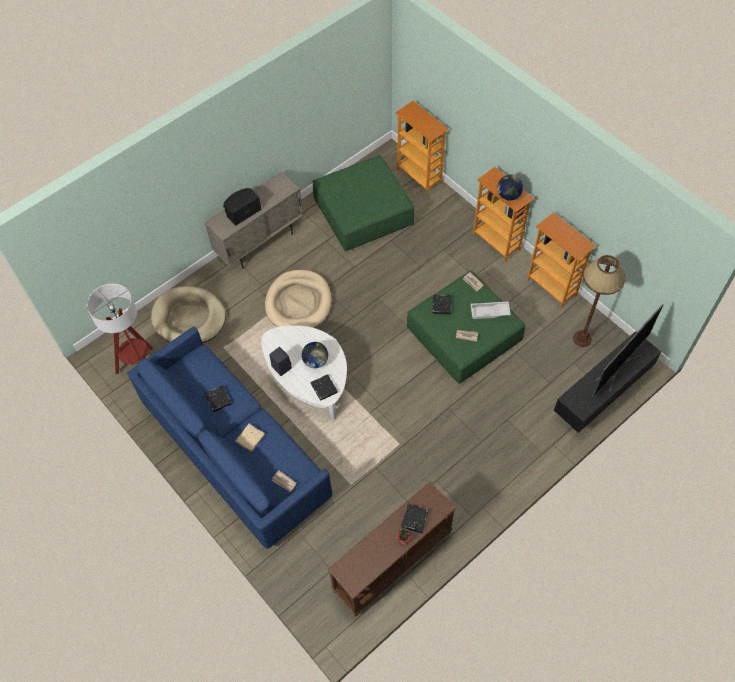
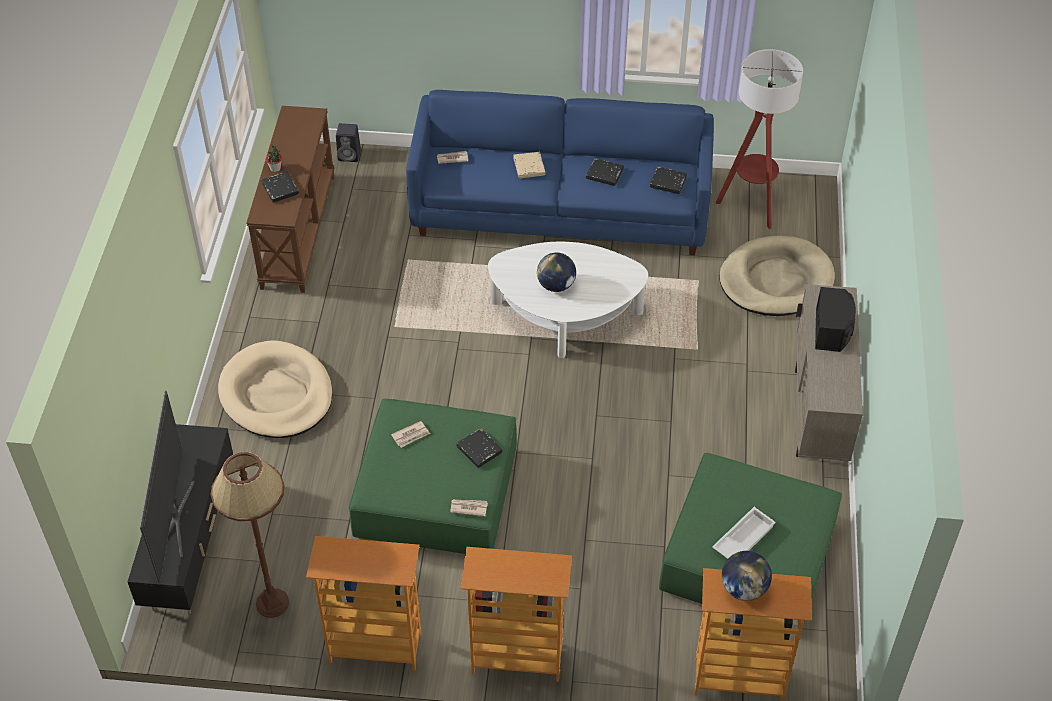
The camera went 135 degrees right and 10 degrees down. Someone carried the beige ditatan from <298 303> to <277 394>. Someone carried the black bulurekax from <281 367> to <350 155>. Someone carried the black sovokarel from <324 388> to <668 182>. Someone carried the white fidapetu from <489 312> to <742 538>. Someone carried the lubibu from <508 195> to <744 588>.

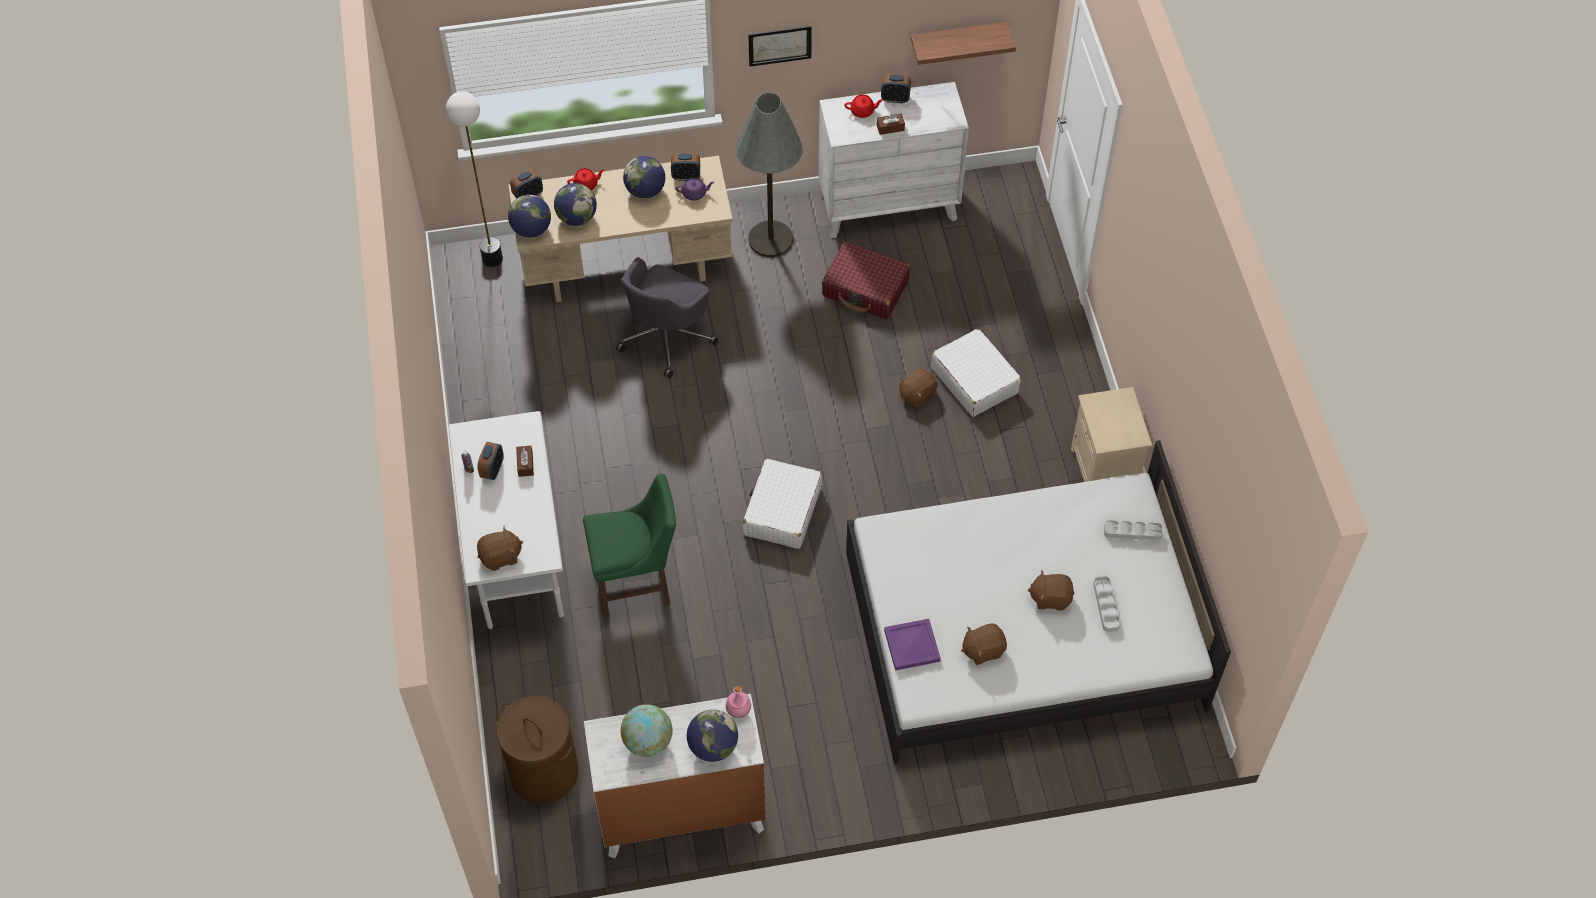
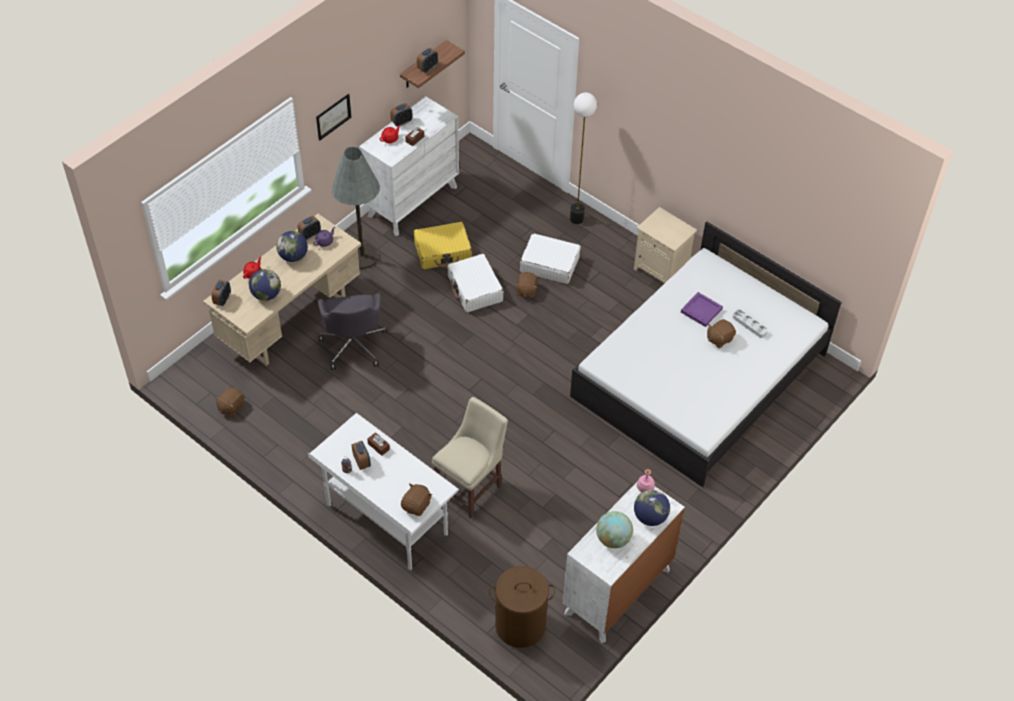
The camera went 40 degrees left and 5 degrees down. Someone took away the lubibu at <531 229>. Someone took away the grey fidapetu at <1132 532>. Someone put down the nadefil at <427 68>. Someone carried the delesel from <492 259> to <576 219>. Someone carried the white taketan from <782 511> to <475 289>. Someone carried the purple fidapetu from <912 645> to <701 310>. Someone carried the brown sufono from <983 650> to <231 407>. Someone repainted the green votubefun at <637 583>, which became the beige votubefun at <471 488>. Someone repainted the red taketan at <865 288>, which became the yellow taketan at <443 252>.

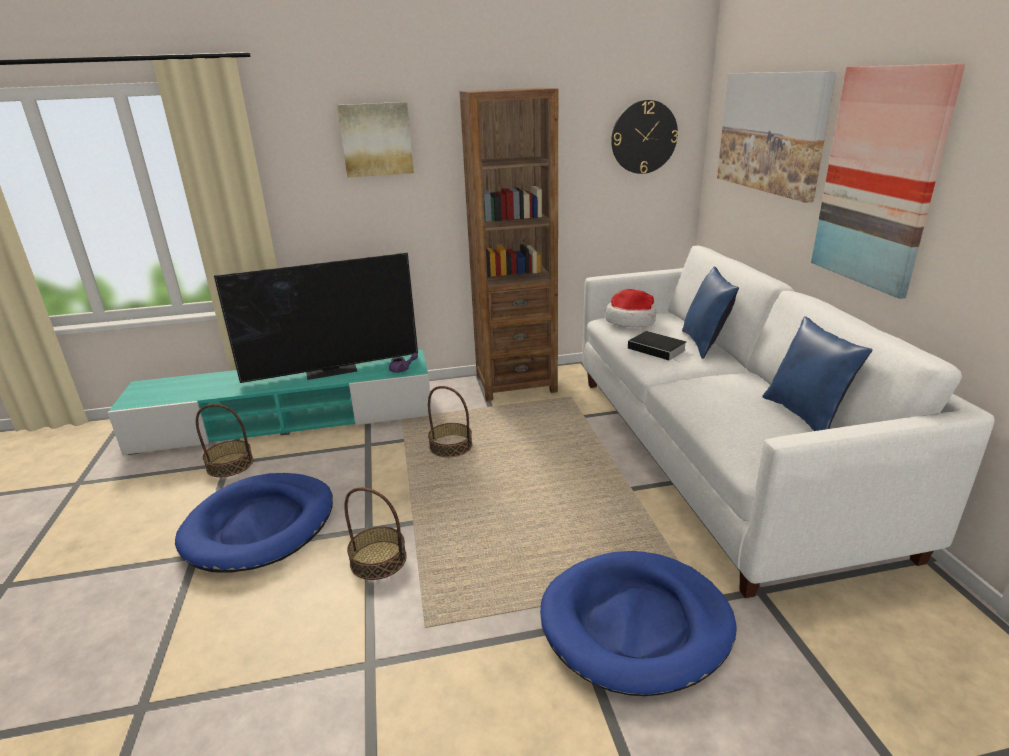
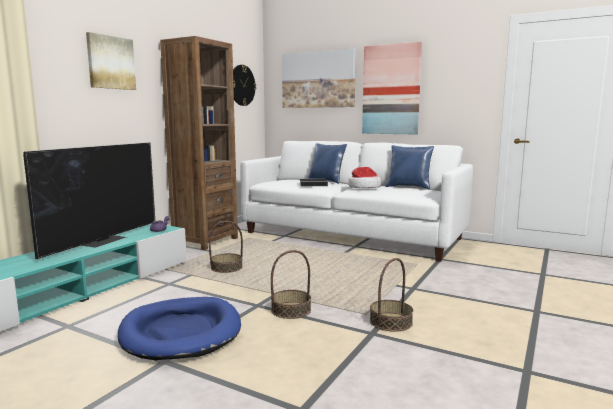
The camera went 50 degrees left and 15 degrees down. Someone took away the blue ditatan at <636 624>. Someone carried the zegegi from <230 464> to <390 321>. Someone carried the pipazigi from <631 321> to <363 187>.

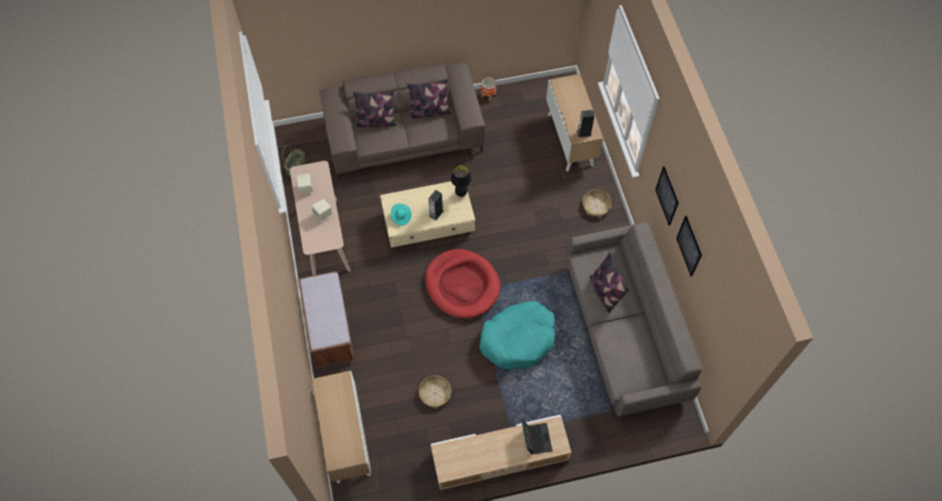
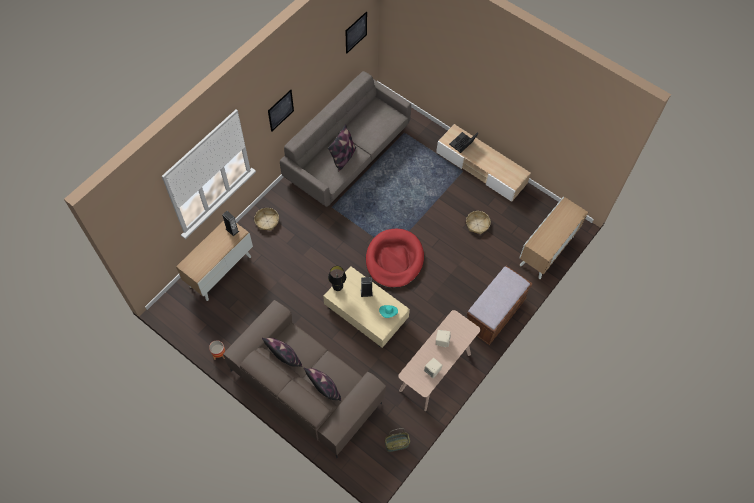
The camera went 130 degrees left and 0 degrees up. Someone took away the turquoise ditatan at <518 339>. Someone carried the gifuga from <689 246> to <356 32>.

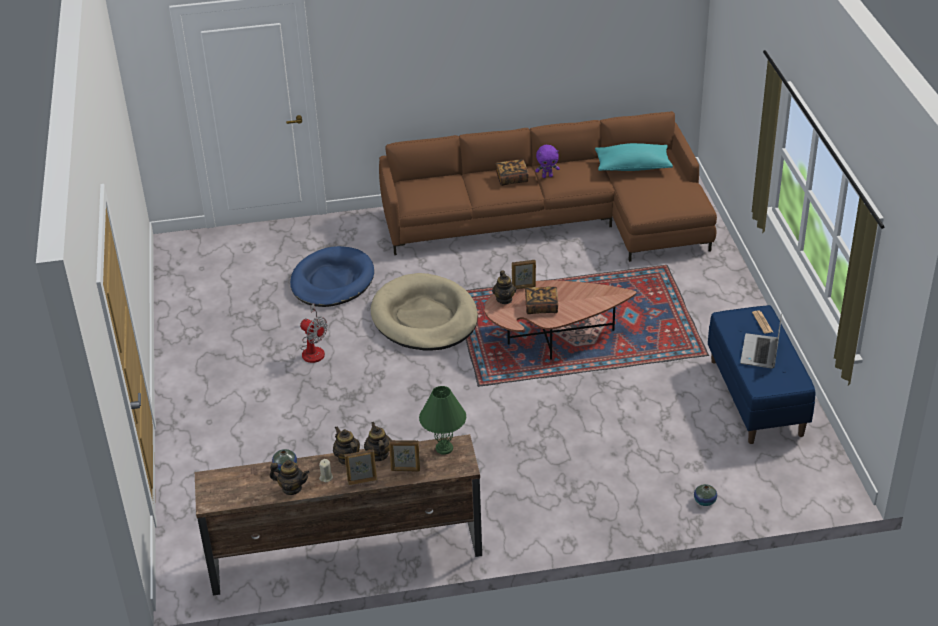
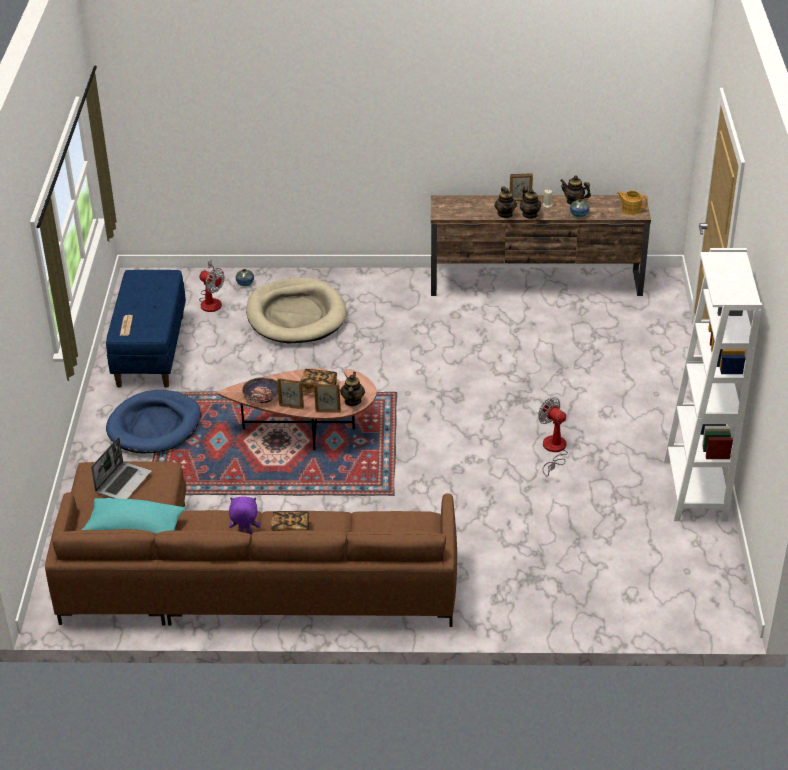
The camera went 170 degrees left and 0 degrees up. Someone took away the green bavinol at <444 448>. Someone put down the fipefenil at <211 301>. Someone put down the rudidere at <262 395>. Someone put down the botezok at <631 209>. Someone put down the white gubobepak at <694 490>. Someone carried the blue ditatan from <332 281> to <154 426>. Someone carried the beige ditatan from <425 317> to <296 315>. Someone carried the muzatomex from <405 470> to <291 406>. Someone carried the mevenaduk from <760 352> to <123 482>.

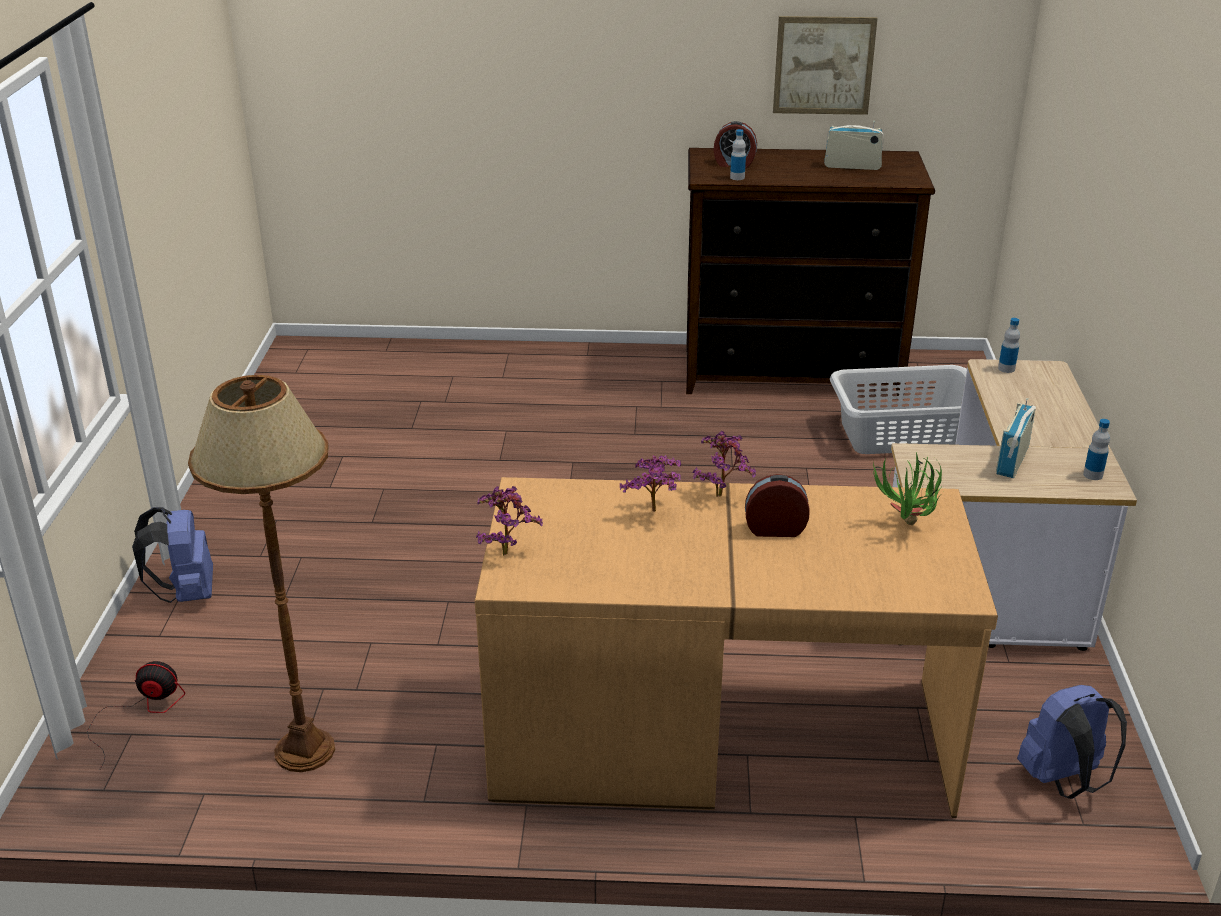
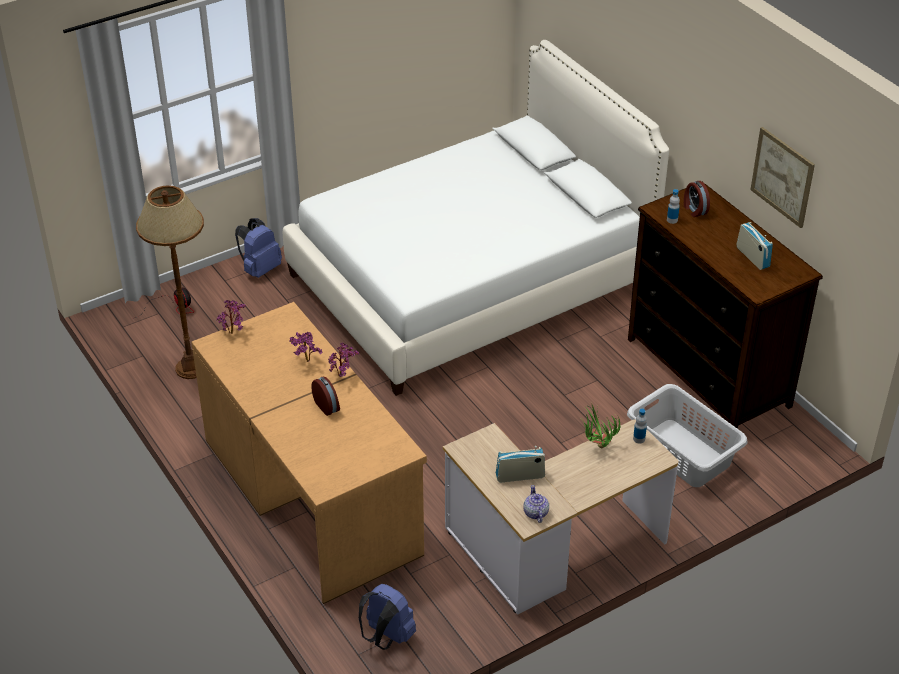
The camera went 55 degrees right and 10 degrees up. Someone put down the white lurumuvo at <470 280>. Someone carried the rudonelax from <906 528> to <597 447>. Someone swapped the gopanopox at <1093 475> for the botezok at <535 513>.

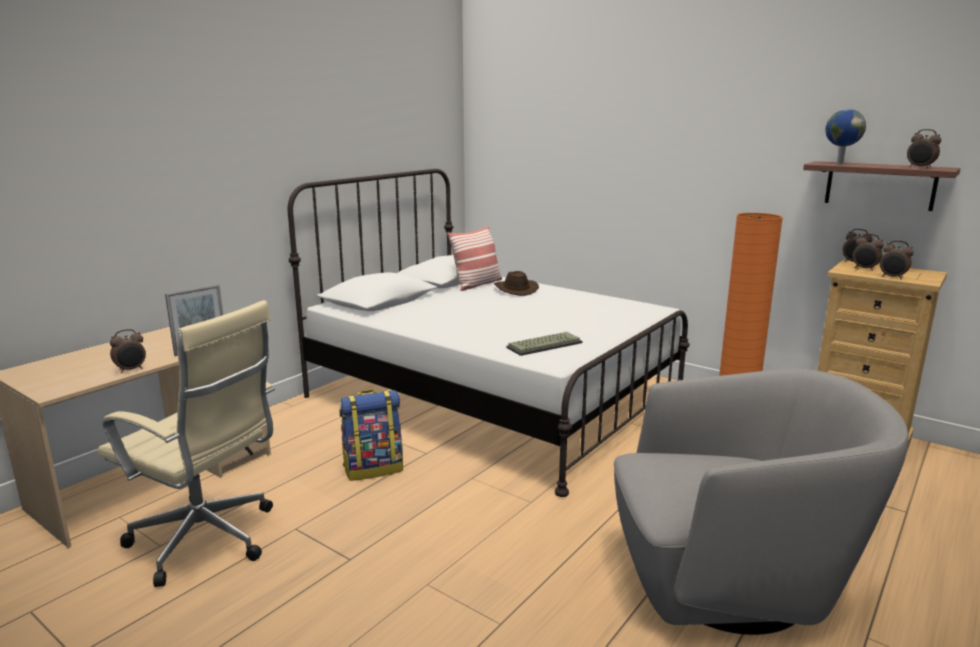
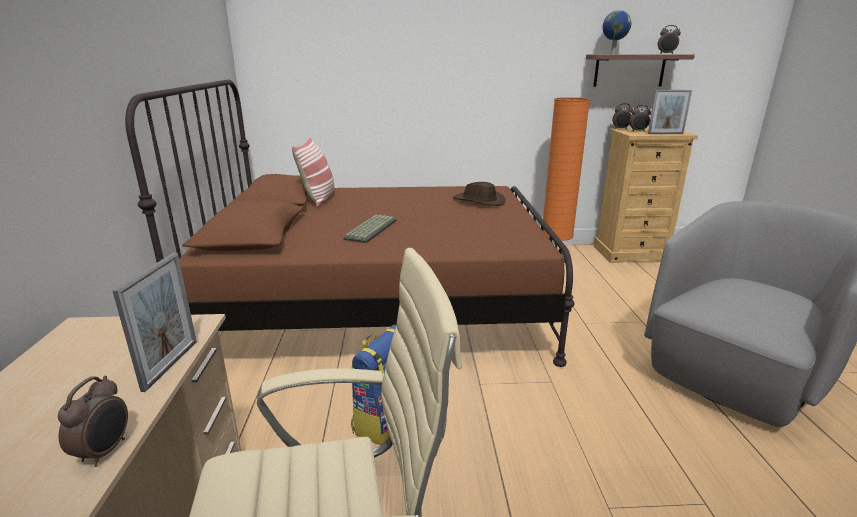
The camera went 40 degrees left and 5 degrees up. Someone carried the brown pipazigi from <515 289> to <479 201>. Someone carried the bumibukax from <544 344> to <370 229>. Someone swapped the nadefil at <892 277> for the muzatomex at <665 134>. Someone repainted the white lurumuvo at <492 397>, which became the brown lurumuvo at <381 303>.

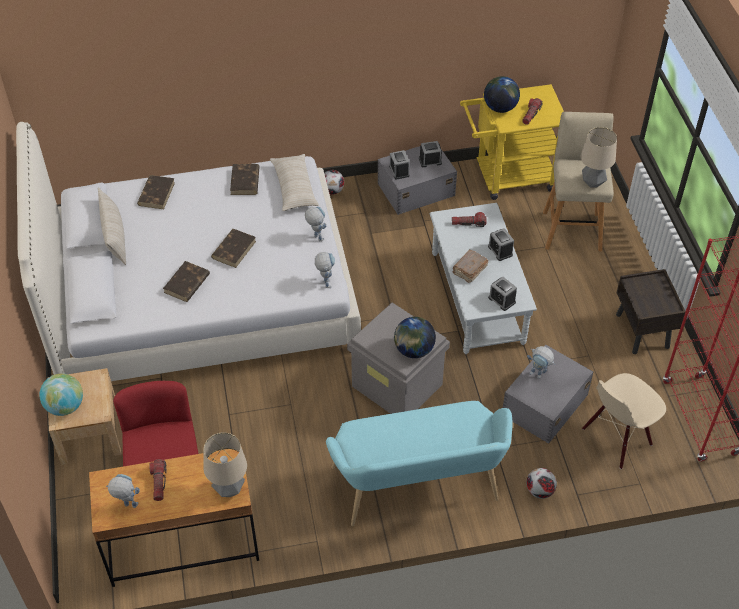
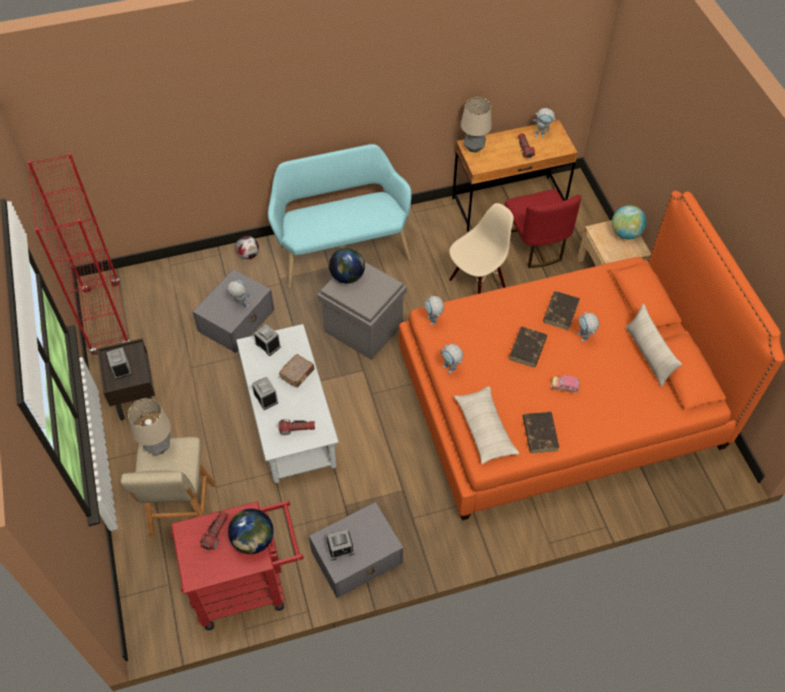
The camera went 175 degrees right and 5 degrees up. Someone took away the brown sovokarel at <156 193>. Someone took away the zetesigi at <332 190>. Someone put down the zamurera at <565 386>. Someone put down the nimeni at <584 339>. Someone carried the nadefil from <399 171> to <121 368>. Someone carried the beige votubefun from <617 438> to <477 283>. Someone repainted the white lurumuvo at <200 297>, which became the orange lurumuvo at <559 399>. Someone repainted the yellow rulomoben at <507 177>, which became the red rulomoben at <248 585>.

